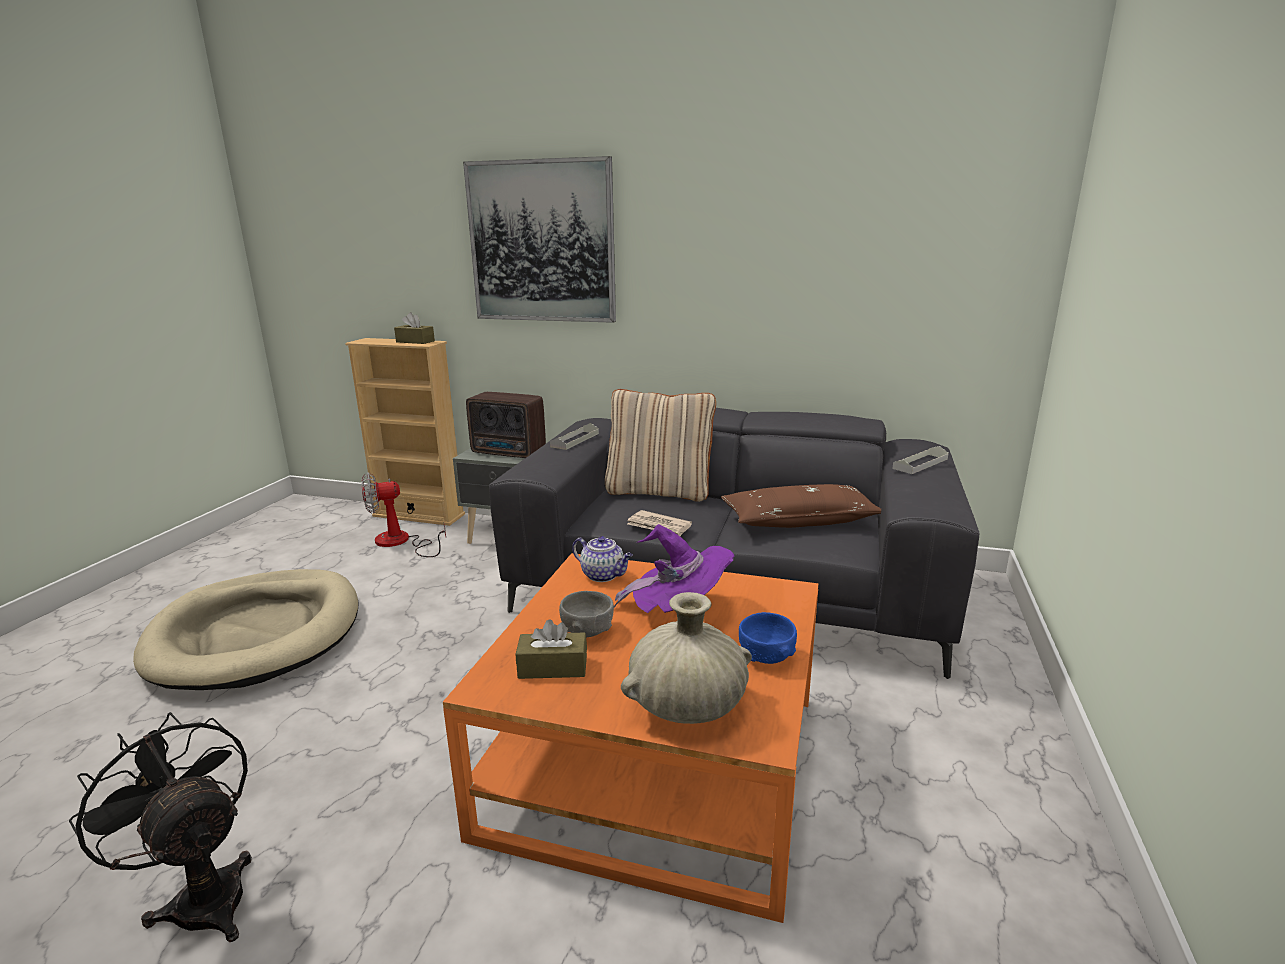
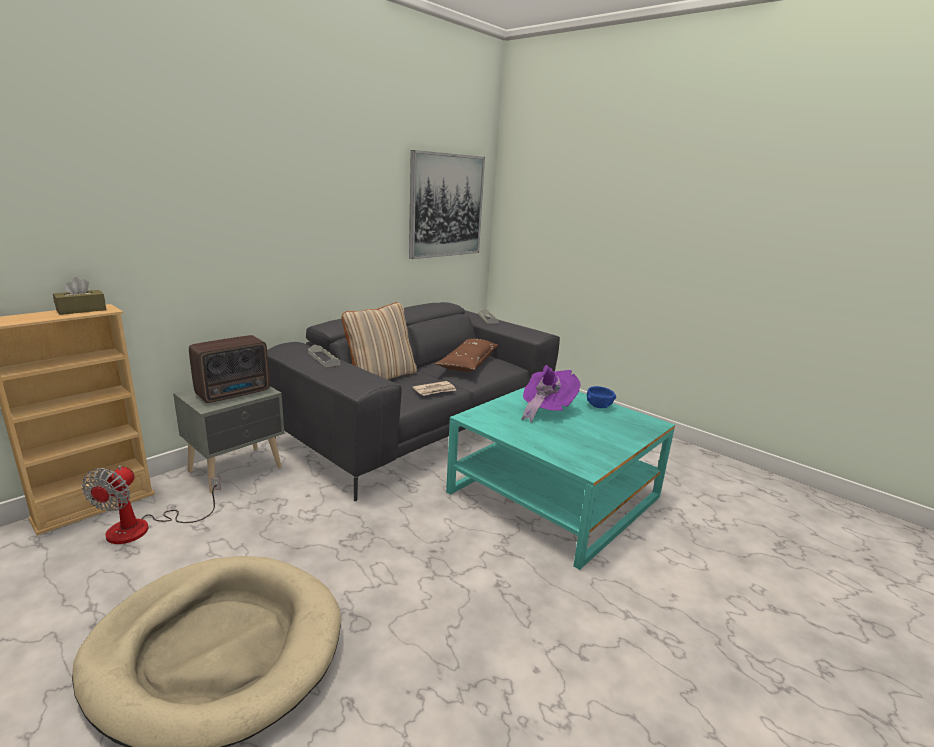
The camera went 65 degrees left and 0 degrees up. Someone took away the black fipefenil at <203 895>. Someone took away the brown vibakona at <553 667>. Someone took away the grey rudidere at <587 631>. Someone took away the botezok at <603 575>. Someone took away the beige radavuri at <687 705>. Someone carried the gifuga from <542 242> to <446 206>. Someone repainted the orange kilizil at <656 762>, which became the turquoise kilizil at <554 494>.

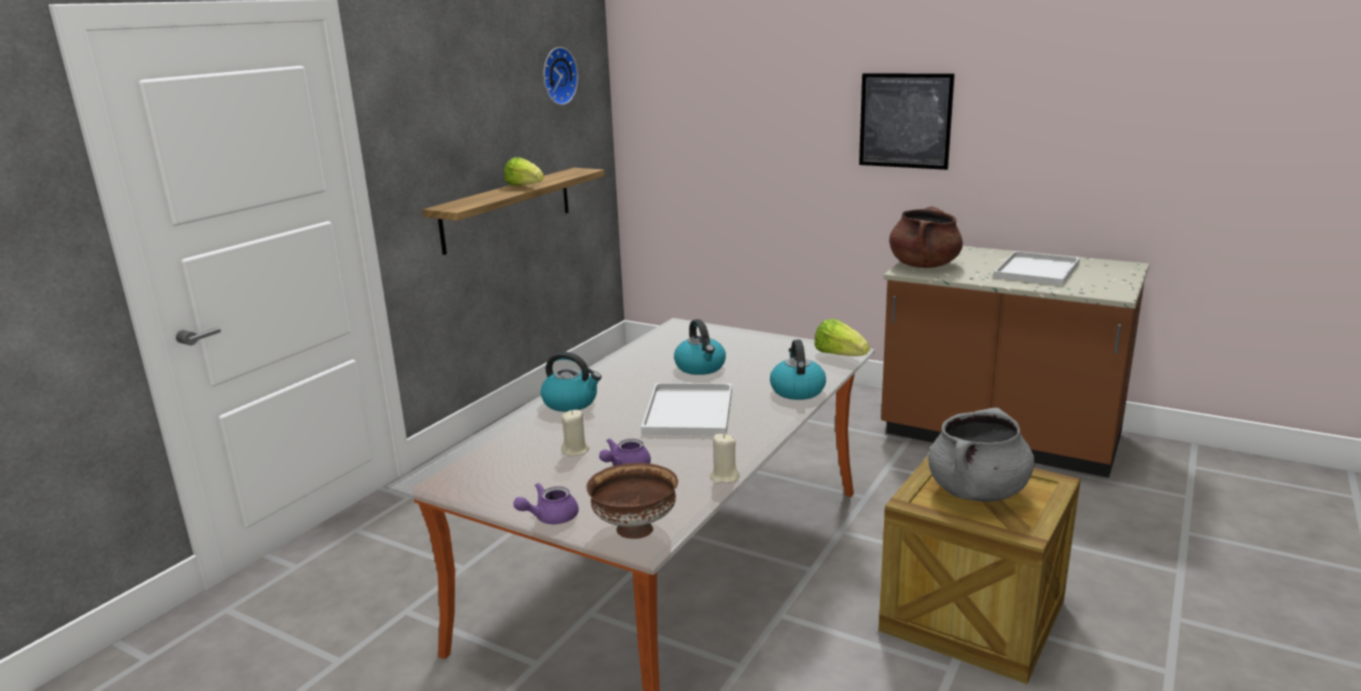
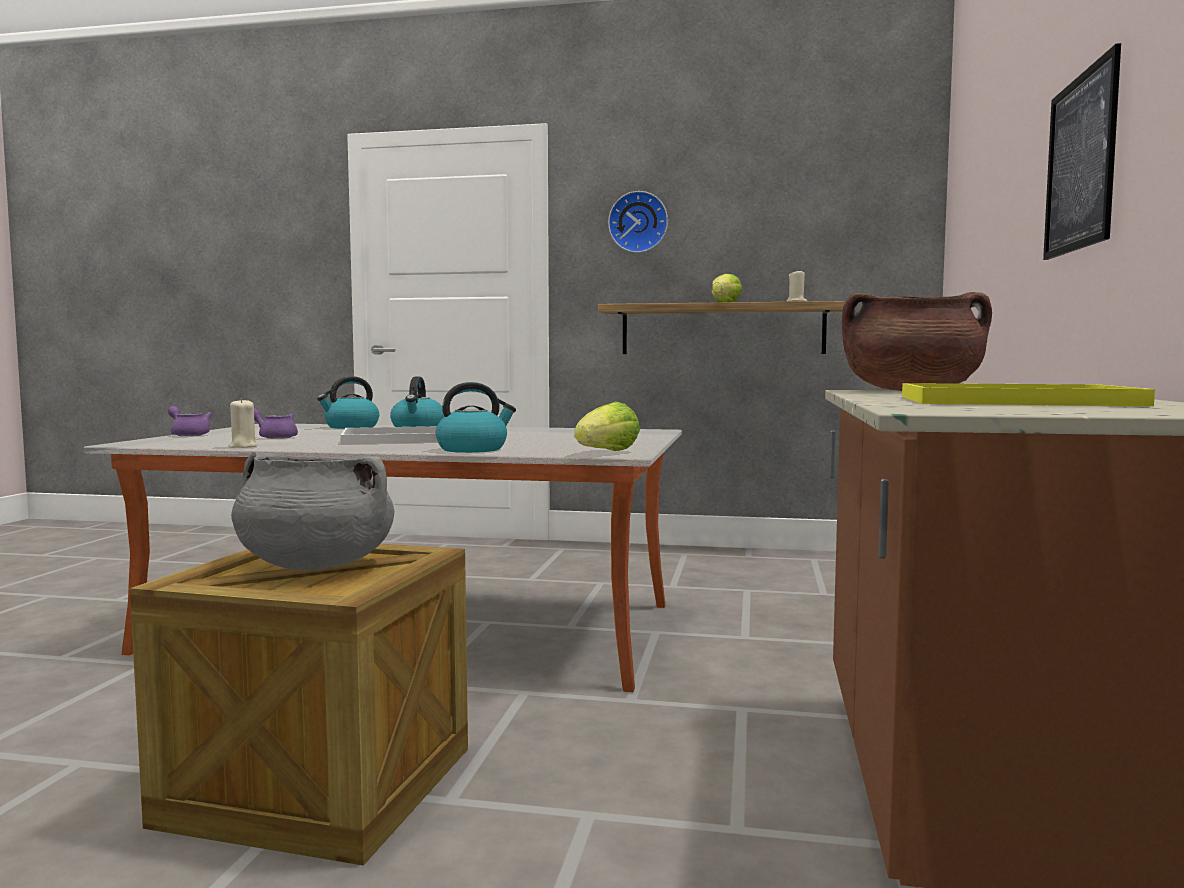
The camera went 70 degrees right and 15 degrees down. Someone took away the brown rudidere at <634 529>. Someone carried the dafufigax from <557 76> to <638 222>. Someone carried the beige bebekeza from <575 451> to <796 302>. Someone carried the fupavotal from <701 367> to <351 427>. Someone repainted the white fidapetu at <1036 270>, which became the yellow fidapetu at <1018 401>.

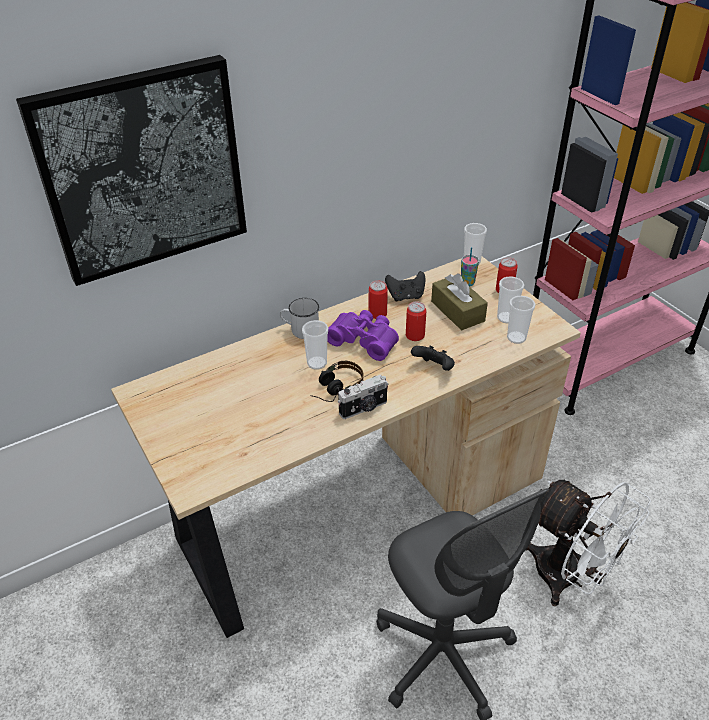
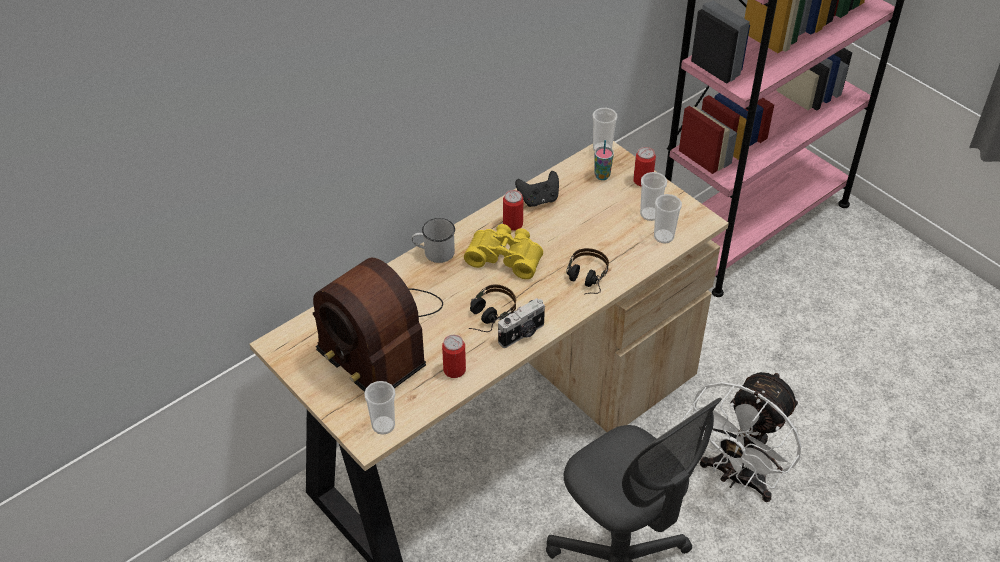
The camera went 10 degrees left and 5 degrees up. Someone took away the gifuga at <143 170>. Someone took away the brown vibakona at <457 311>. Someone put down the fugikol at <378 338>. Someone carried the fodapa from <317 363> to <383 425>. Someone carried the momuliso from <415 335> to <454 370>. Someone swapped the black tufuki at <434 368> for the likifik at <585 281>. Someone repainted the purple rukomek at <364 340>, which became the yellow rukomek at <506 257>. Someone rotated the white fipefenil at <569 578> by 90 degrees clockwise.

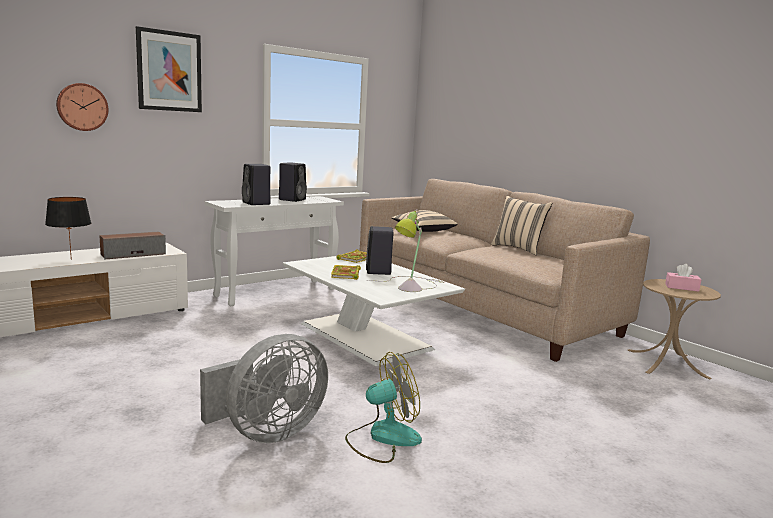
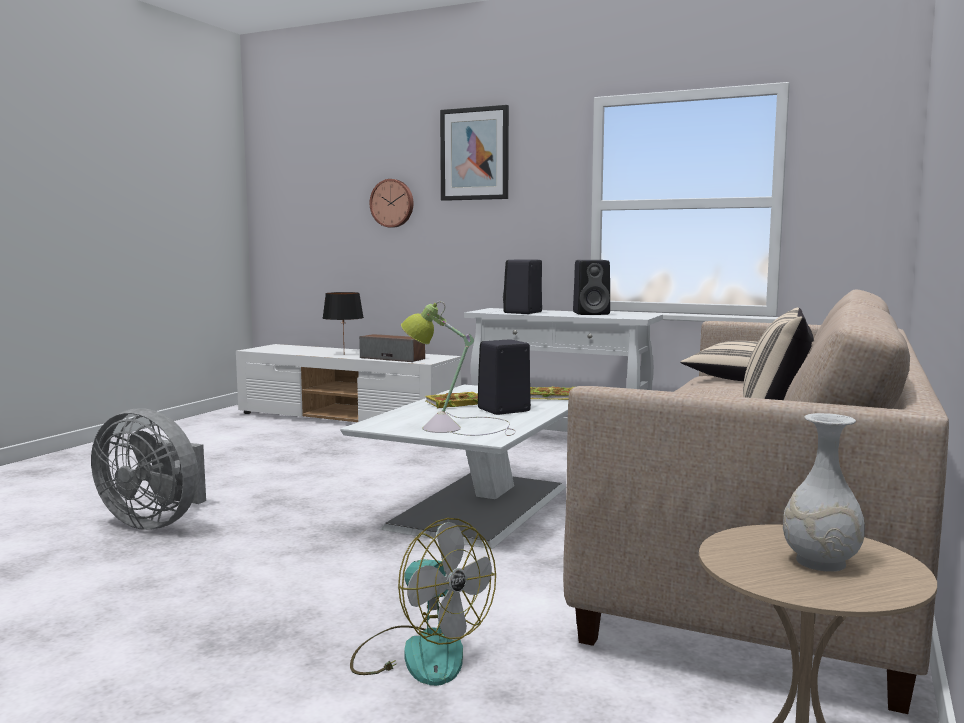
The camera went 65 degrees right and 5 degrees down. Someone carried the fipefenil from <383 438> to <420 653>. Someone swapped the pink vibakona at <681 287> for the white radavuri at <819 562>.

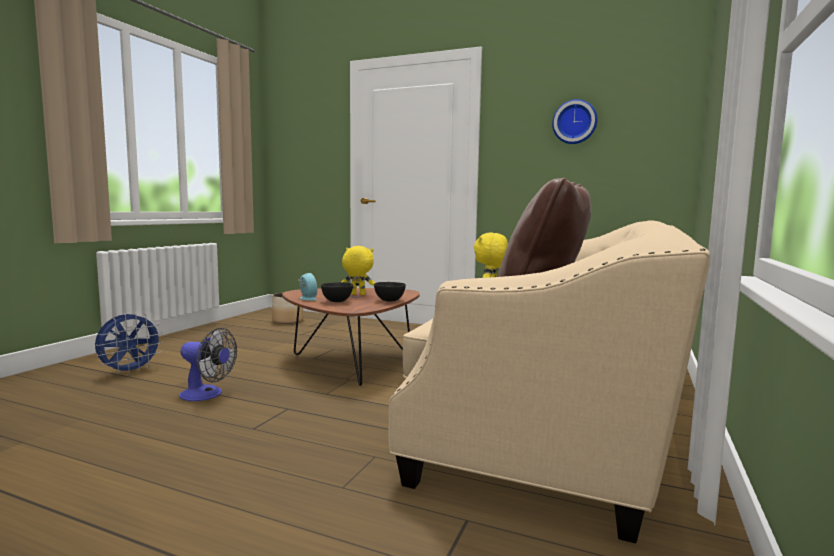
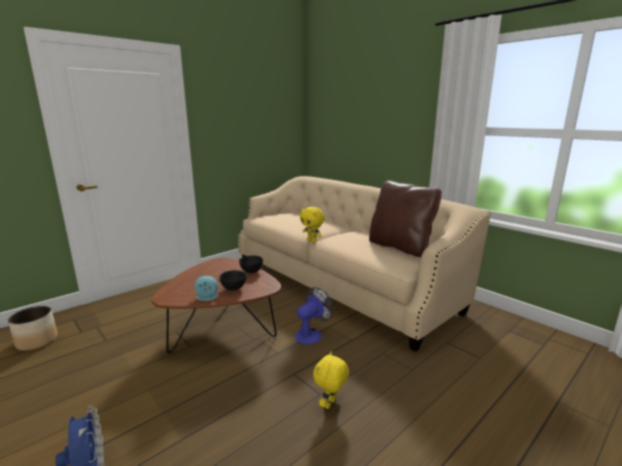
The camera went 65 degrees left and 10 degrees up. Someone took away the dafufigax at <574 122>. Someone carried the fipefenil from <207 395> to <311 334>. Someone carried the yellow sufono from <357 294> to <330 404>.

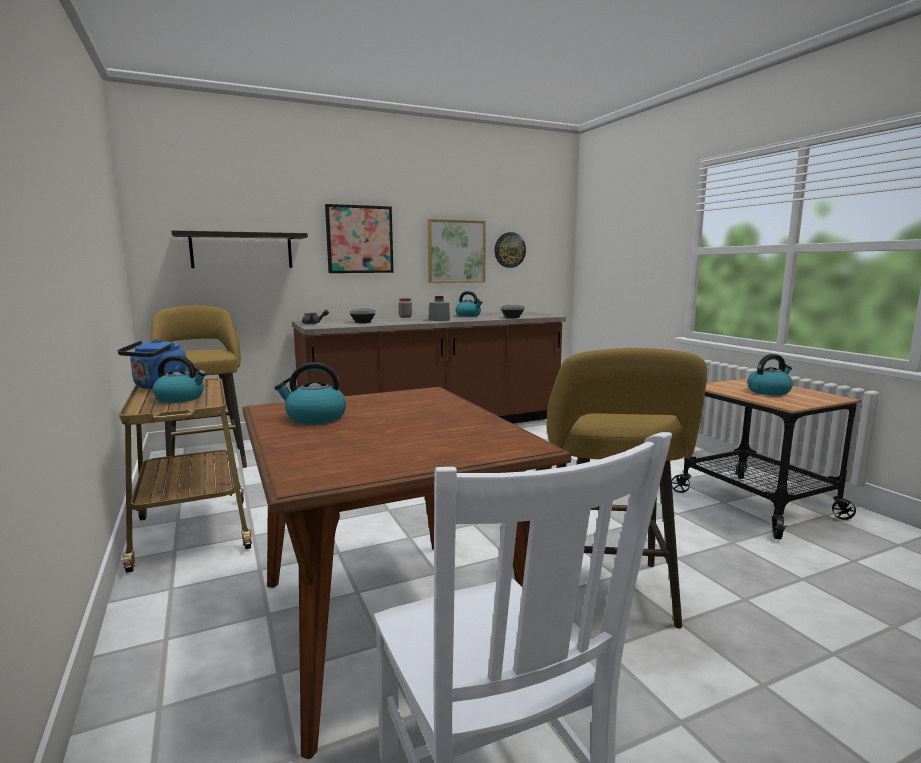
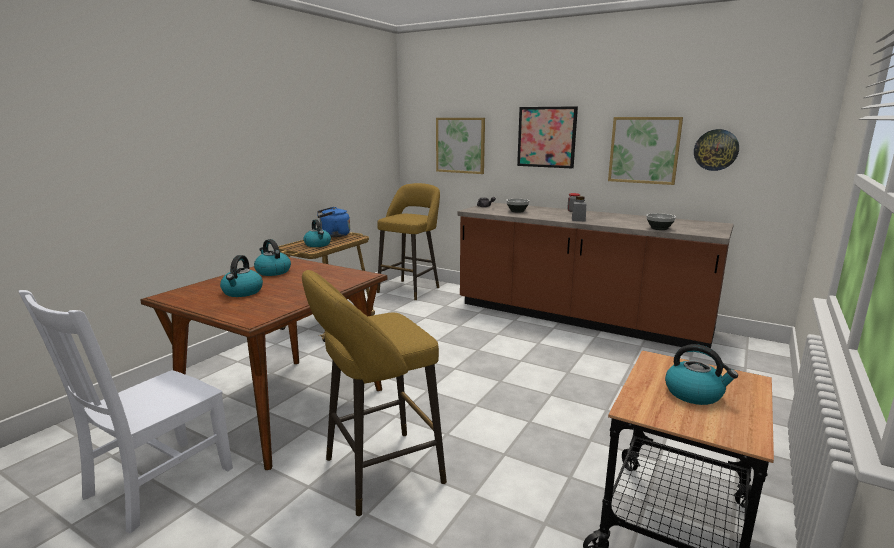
The camera went 55 degrees right and 5 degrees up. Someone carried the fupavotal from <468 315> to <242 292>. Someone swapped the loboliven at <242 250> for the gifuga at <460 145>.

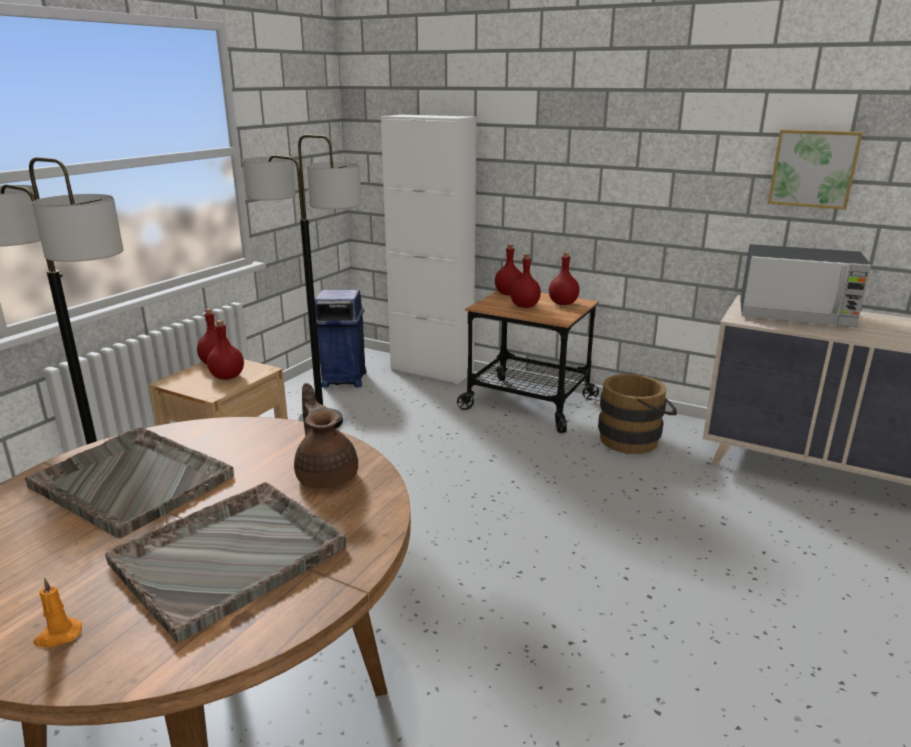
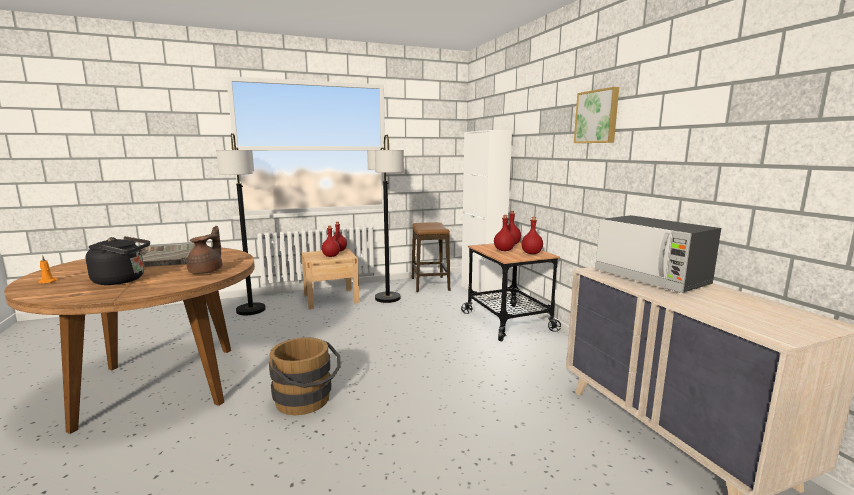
The camera went 40 degrees right and 10 degrees down. Someone carried the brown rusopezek from <634 439> to <307 401>. Someone carried the gifuga from <813 168> to <597 117>. Someone swapped the grey fidapetu at <231 555> for the black fupavotal at <123 280>. Someone swapped the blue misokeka at <343 379> for the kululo at <430 284>.

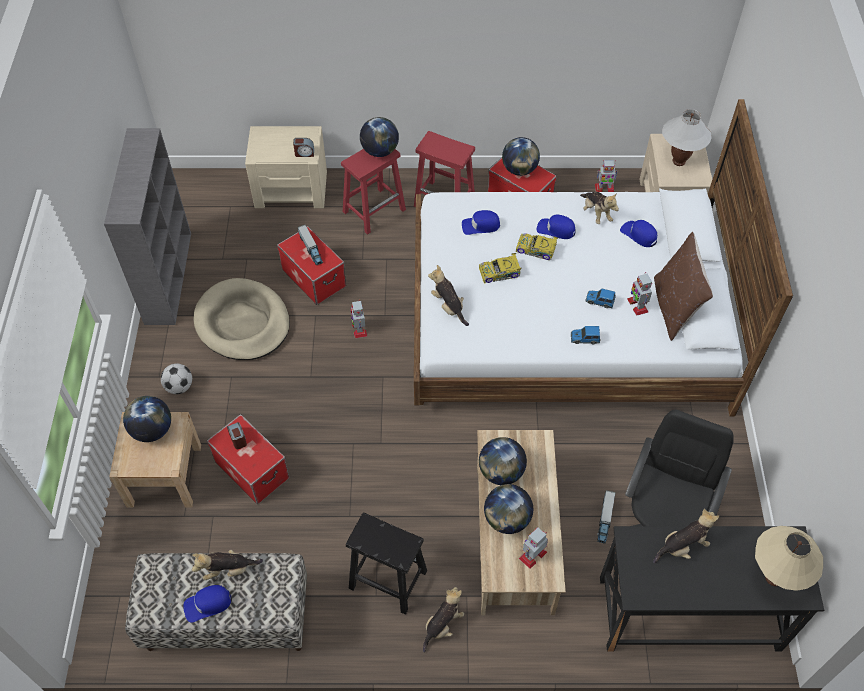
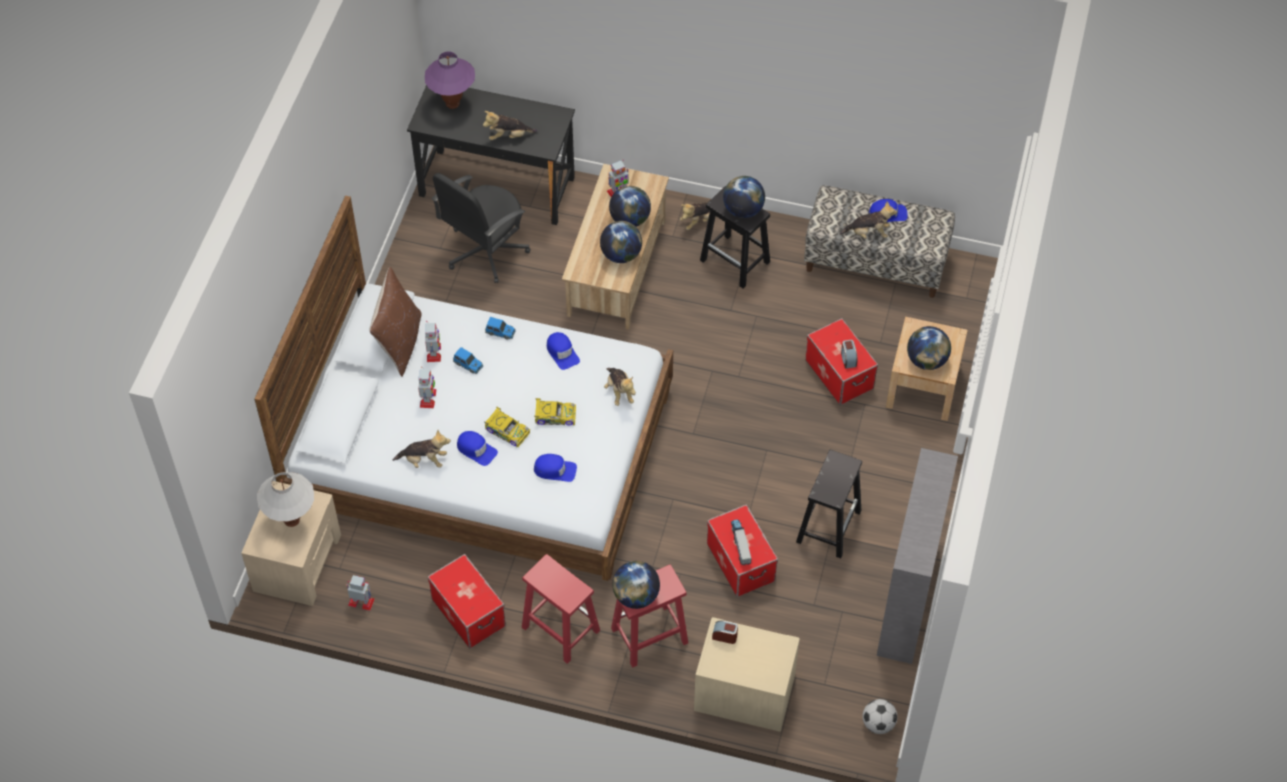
The camera went 165 degrees left and 0 degrees up. Someone took away the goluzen at <605 520>. Someone carried the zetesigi from <179 387> to <878 724>. Someone carried the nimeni from <359 329> to <428 398>. Someone carried the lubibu from <519 170> to <743 210>. Someone carried the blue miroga from <639 235> to <562 352>. Someone swapped the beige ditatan at <242 323> for the black kululo at <828 525>. Someone repainted the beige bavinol at <773 577>, which became the purple bavinol at <452 104>. Someone rotated the sufono at <596 213> by 105 degrees clockwise.

